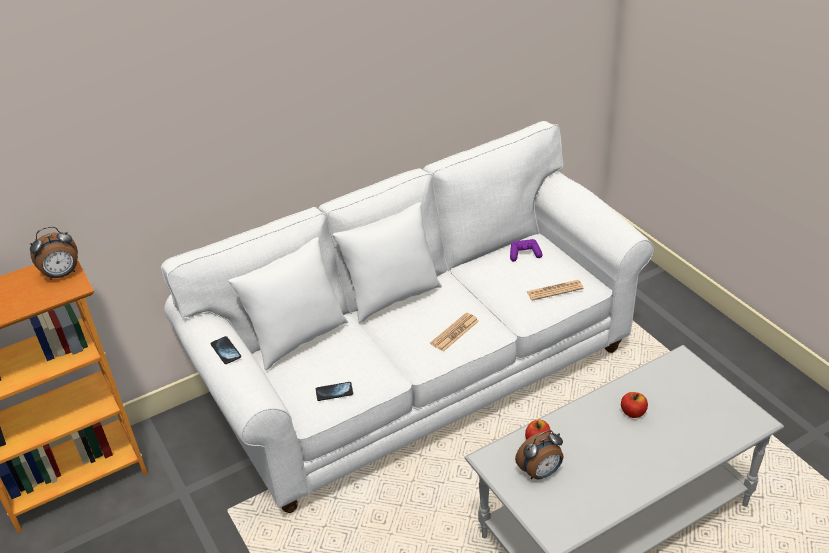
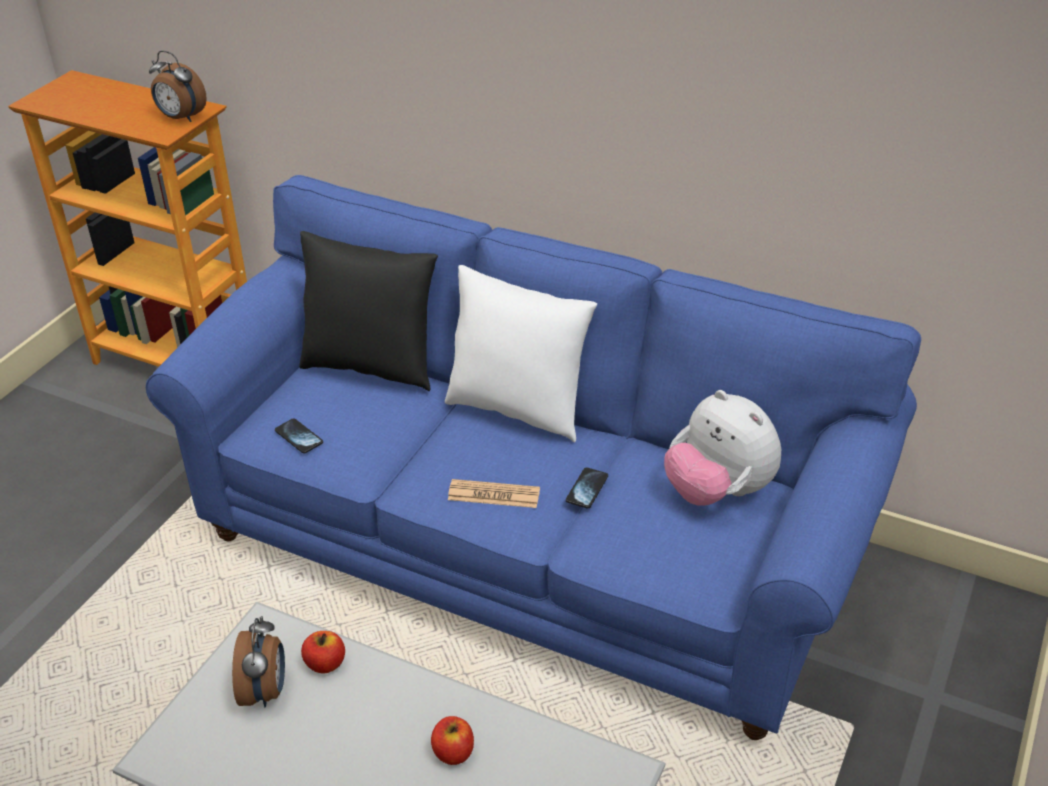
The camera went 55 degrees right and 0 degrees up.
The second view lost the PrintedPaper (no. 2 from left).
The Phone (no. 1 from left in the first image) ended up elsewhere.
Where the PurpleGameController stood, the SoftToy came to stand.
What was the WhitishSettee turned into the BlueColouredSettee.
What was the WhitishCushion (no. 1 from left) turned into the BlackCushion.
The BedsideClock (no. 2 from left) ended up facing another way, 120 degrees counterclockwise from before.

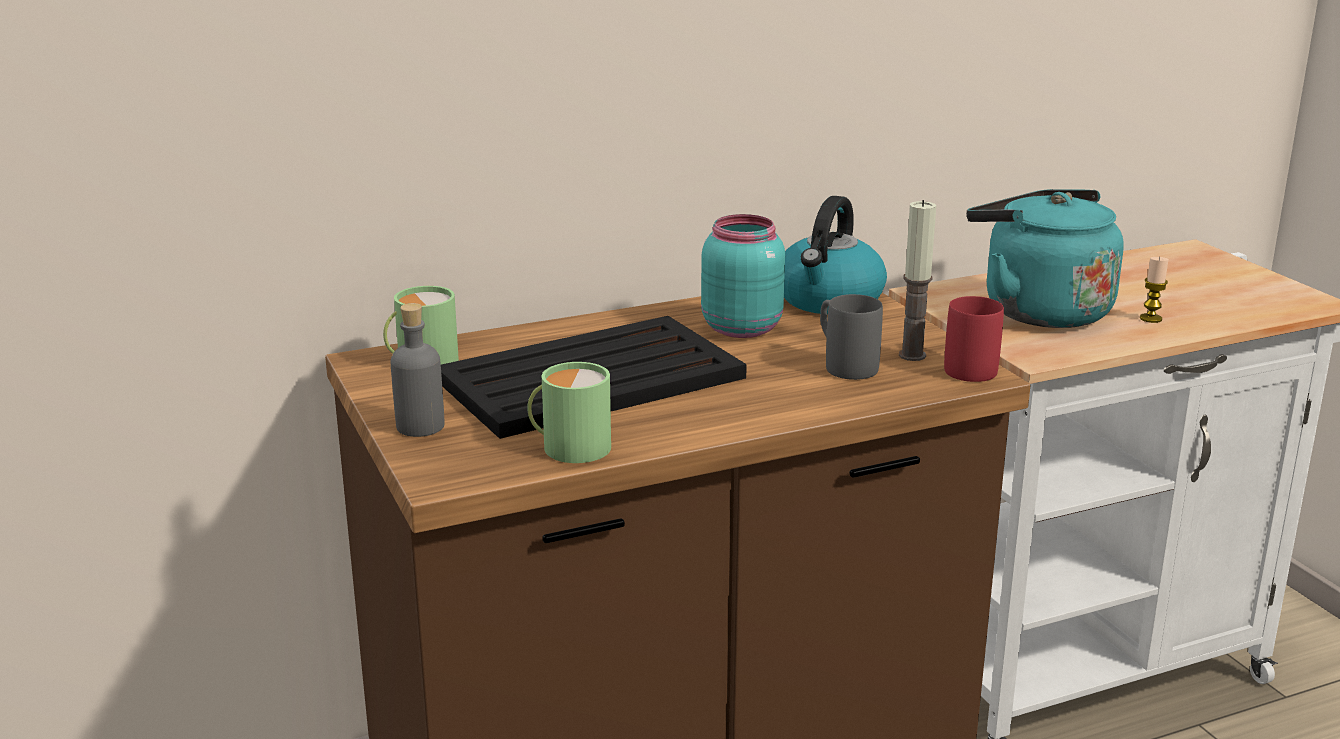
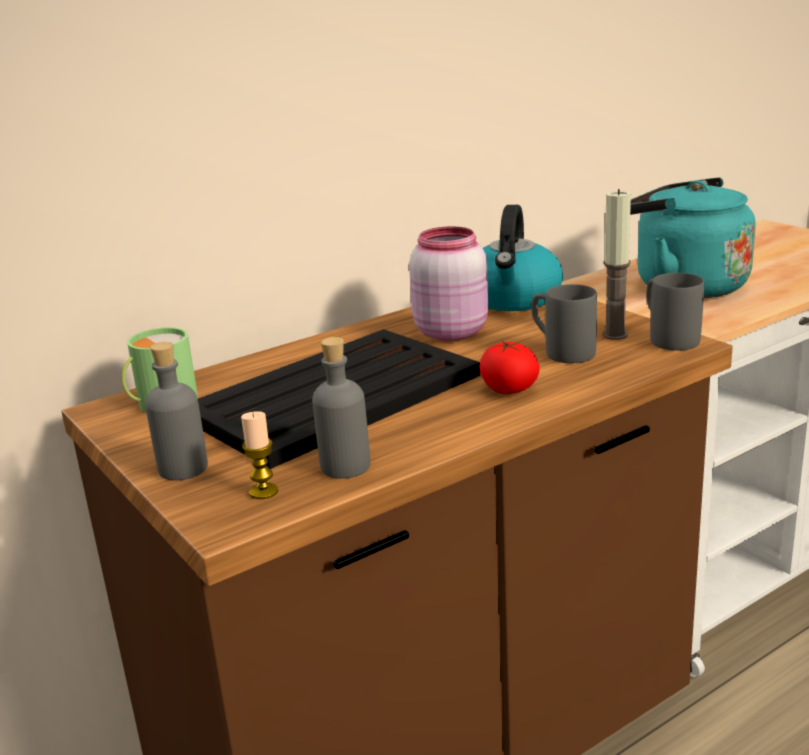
The camera went 10 degrees left and 0 degrees up.
The second view gained the Tomato.
The Candle (no. 2 from left in the first image) ended up elsewhere.
Where the GreenMug (no. 2 from left) stood, the GreyishBottle (no. 2 from left) came to stand.
What was the TurquoiseColouredPreserveJar turned into the PinkColouredPreserveJar.
What was the ReddishMug turned into the GreyishMug (no. 2 from left).

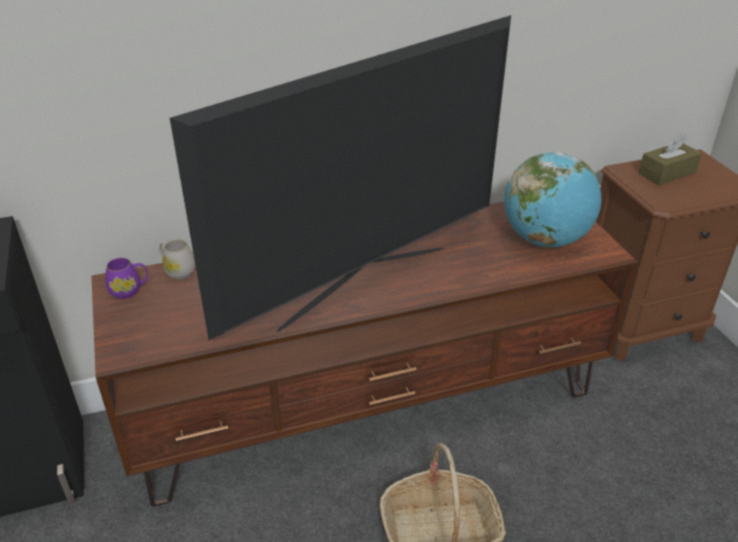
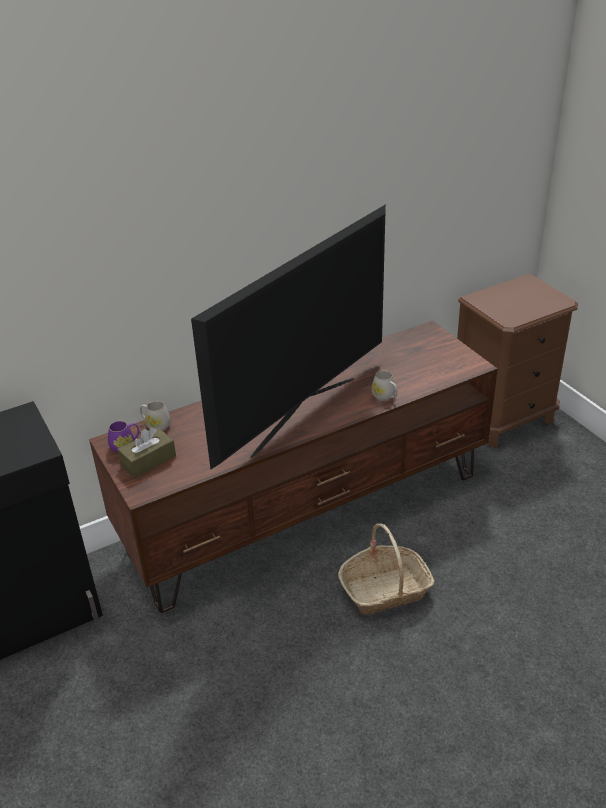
The camera went 10 degrees left and 0 degrees up.
The second view lost the Globe.
The second view gained the WhitishMug (no. 2 from left).
The BrownishBoxOfTissues ended up elsewhere.

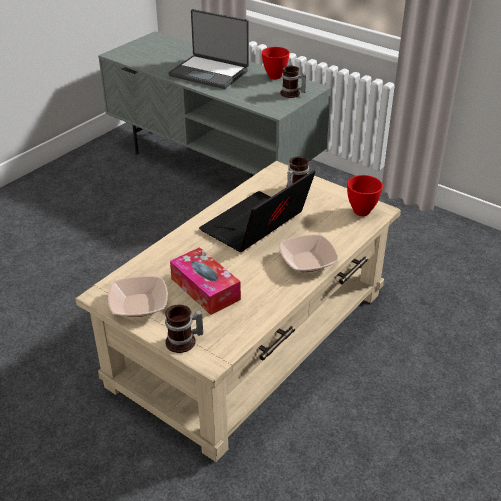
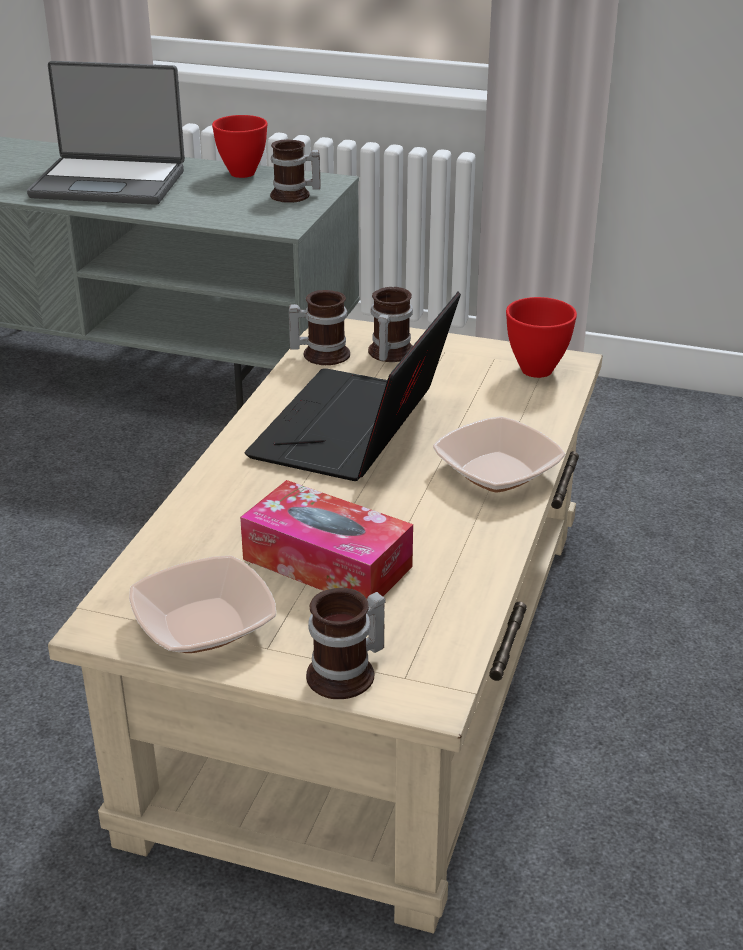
The camera went 20 degrees left and 5 degrees down.
The second view gained the Mug (no. 2 from left).

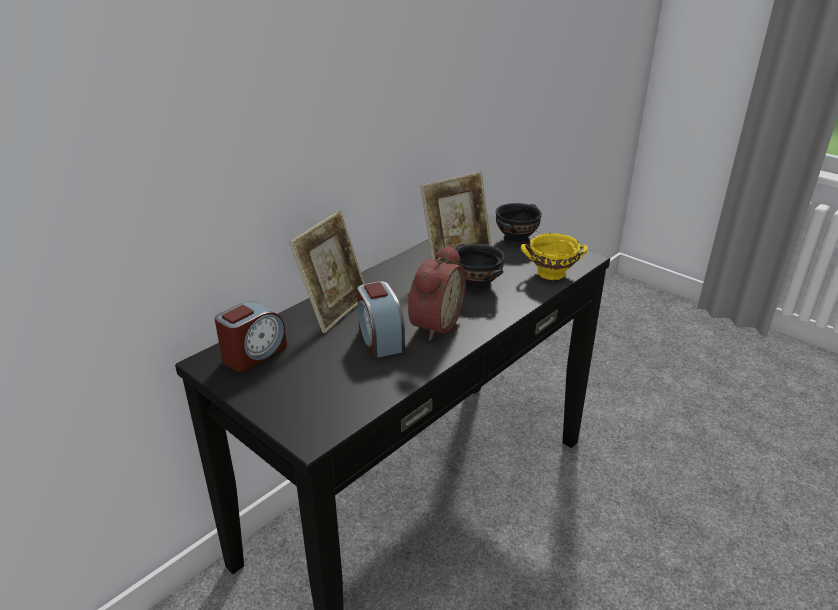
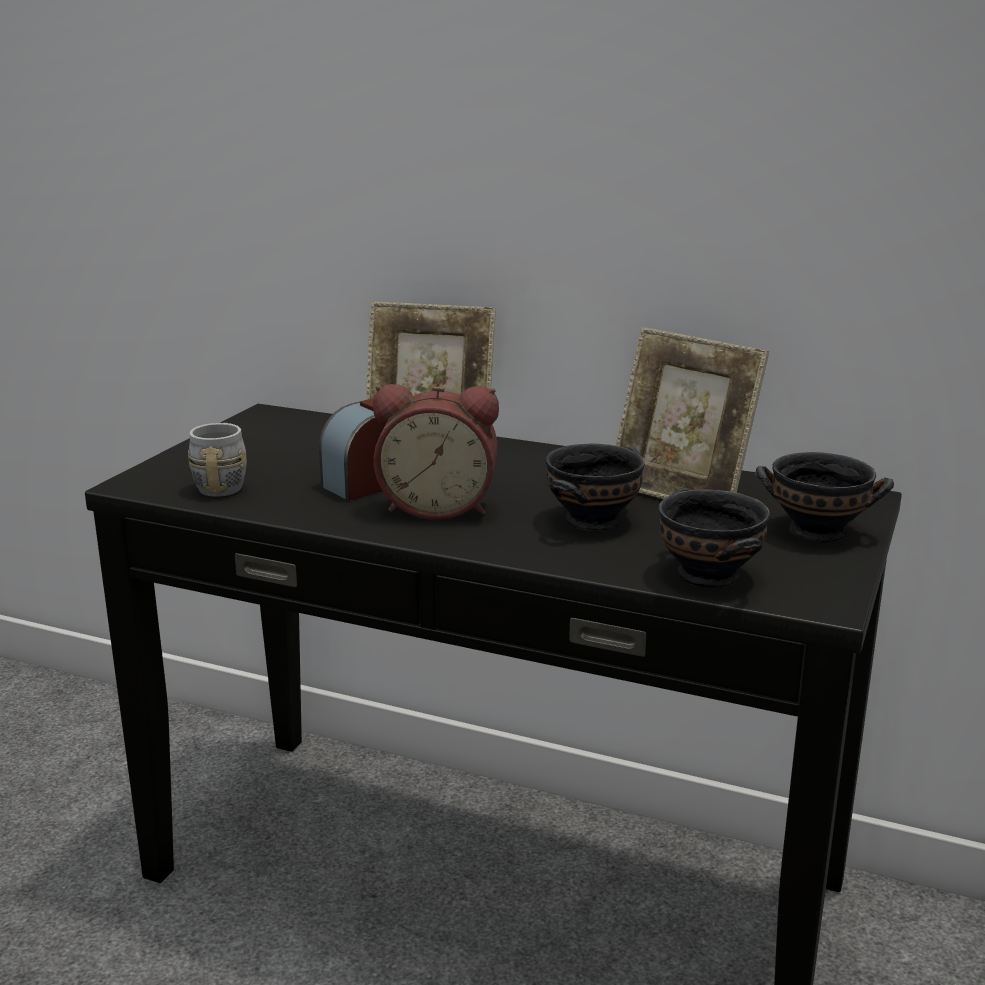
The camera went 70 degrees right and 10 degrees down.
The second view lost the BedsideClock (no. 1 from left).
The second view gained the GreyishMug.
What was the YellowServingBowl turned into the BlackServingBowl (no. 2 from left).

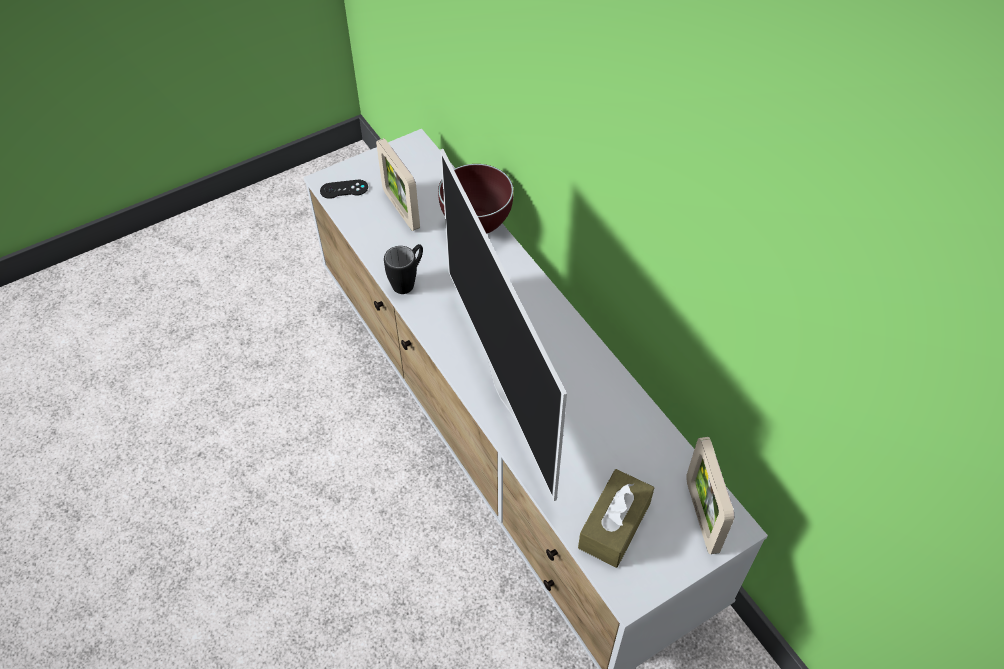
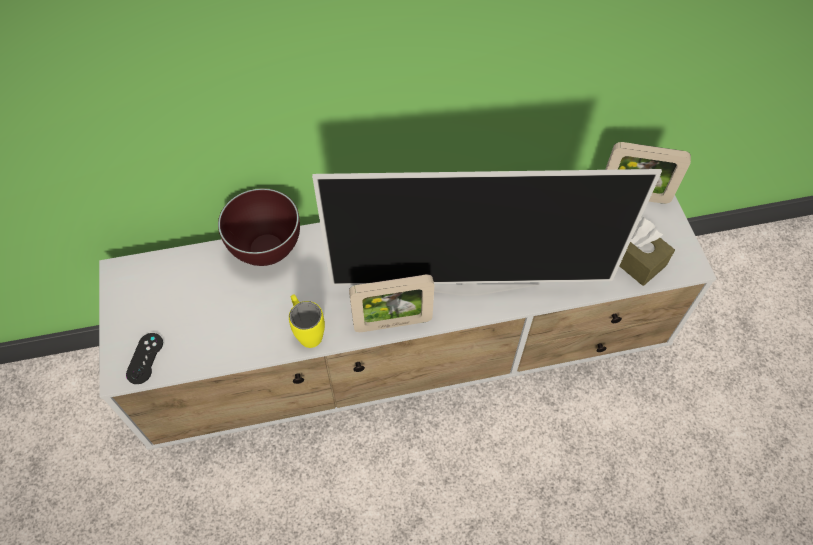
The camera went 70 degrees left and 5 degrees up.
The PhotoFrame (no. 1 from left) ended up elsewhere.
What was the BlackMug turned into the YellowMug.

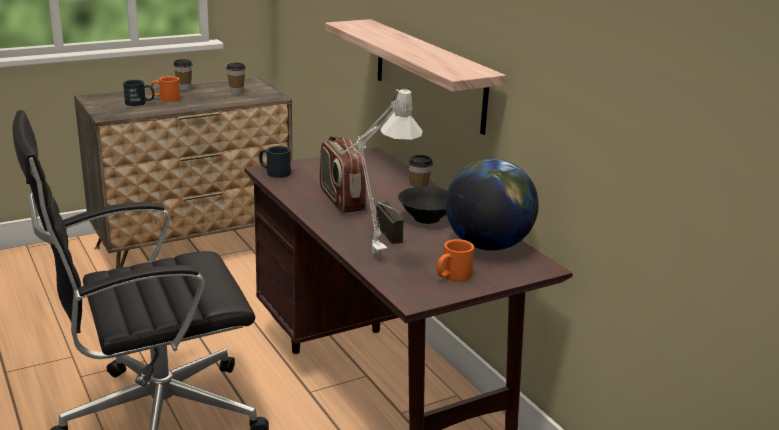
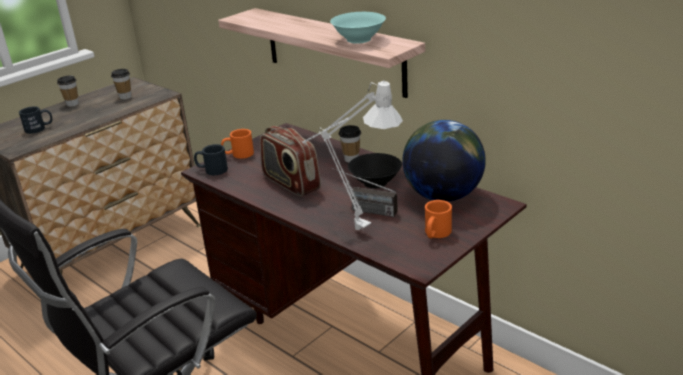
The camera went 15 degrees left and 5 degrees up.
The second view gained the TurquoiseColouredServingBowl.
The OrangeColouredMug (no. 1 from left) ended up elsewhere.
The RadioReceiver (no. 2 from left) ended up facing another way, 150 degrees clockwise from before.

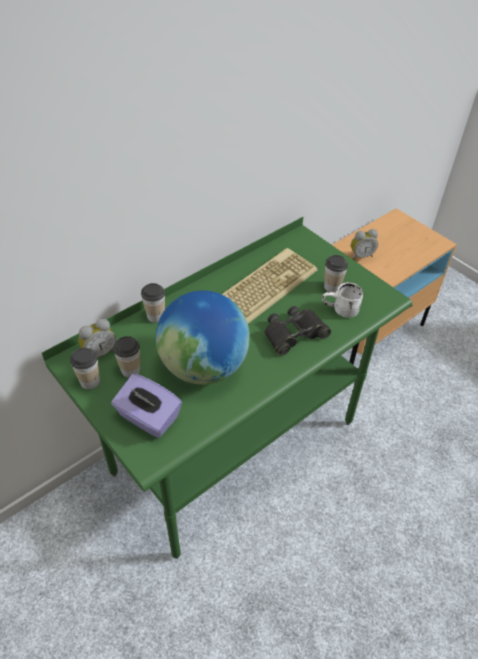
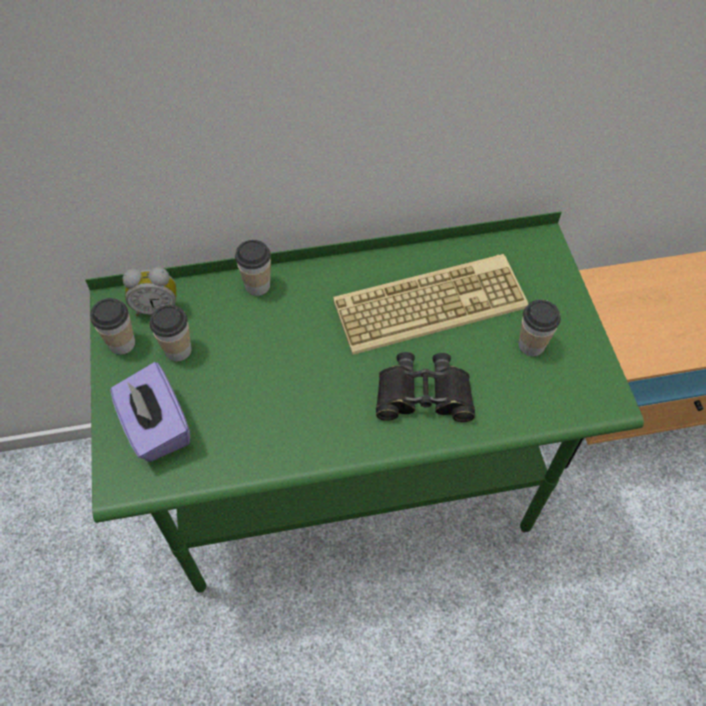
The camera went 30 degrees right and 10 degrees up.
The second view lost the Globe.
The second view lost the WhitishMug.
The second view lost the BedsideClock (no. 2 from left).

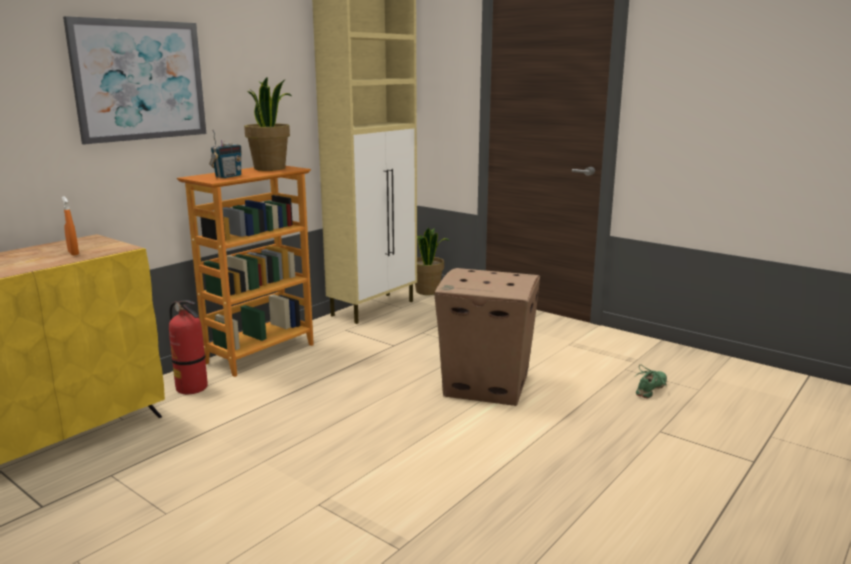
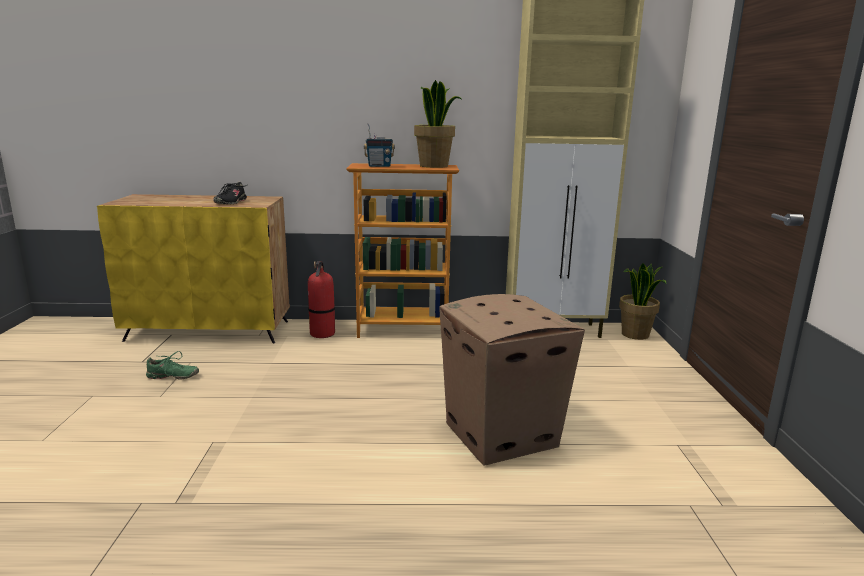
The camera went 50 degrees right and 0 degrees up.
The second view lost the WallArt.
The GreenItemOfFootwear ended up elsewhere.
Where the OrangeColouredSprayer stood, the BlackItemOfFootwear came to stand.

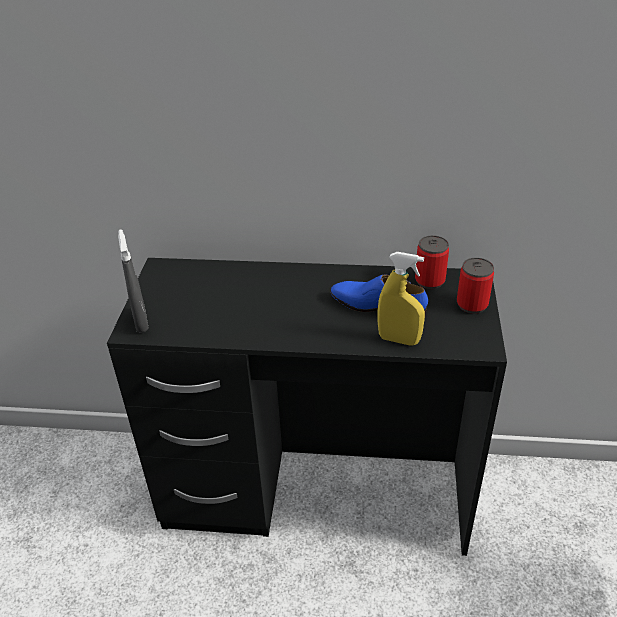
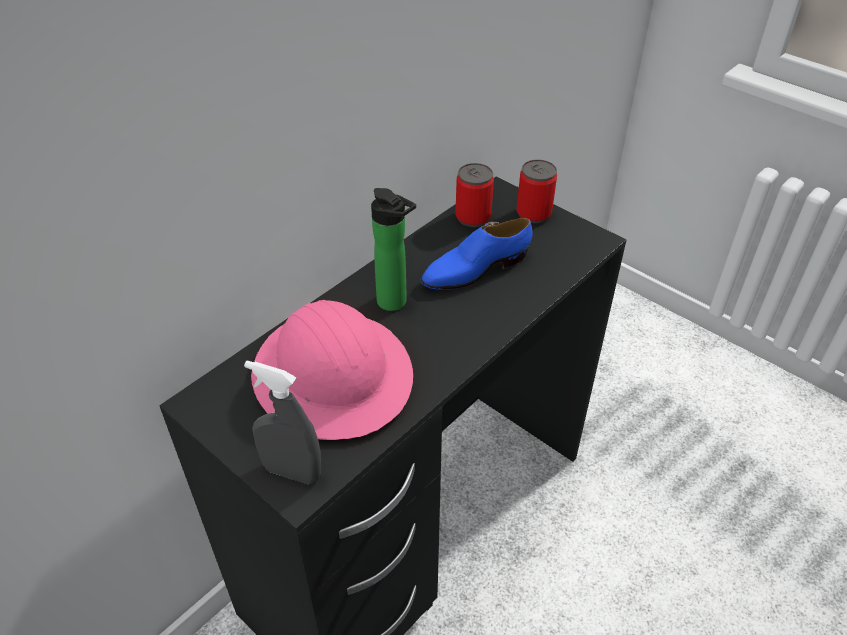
The camera went 55 degrees left and 5 degrees up.
The second view lost the YellowSprayer.
The second view gained the PinkColouredWorkHelmet.
The second view gained the Bottle.

